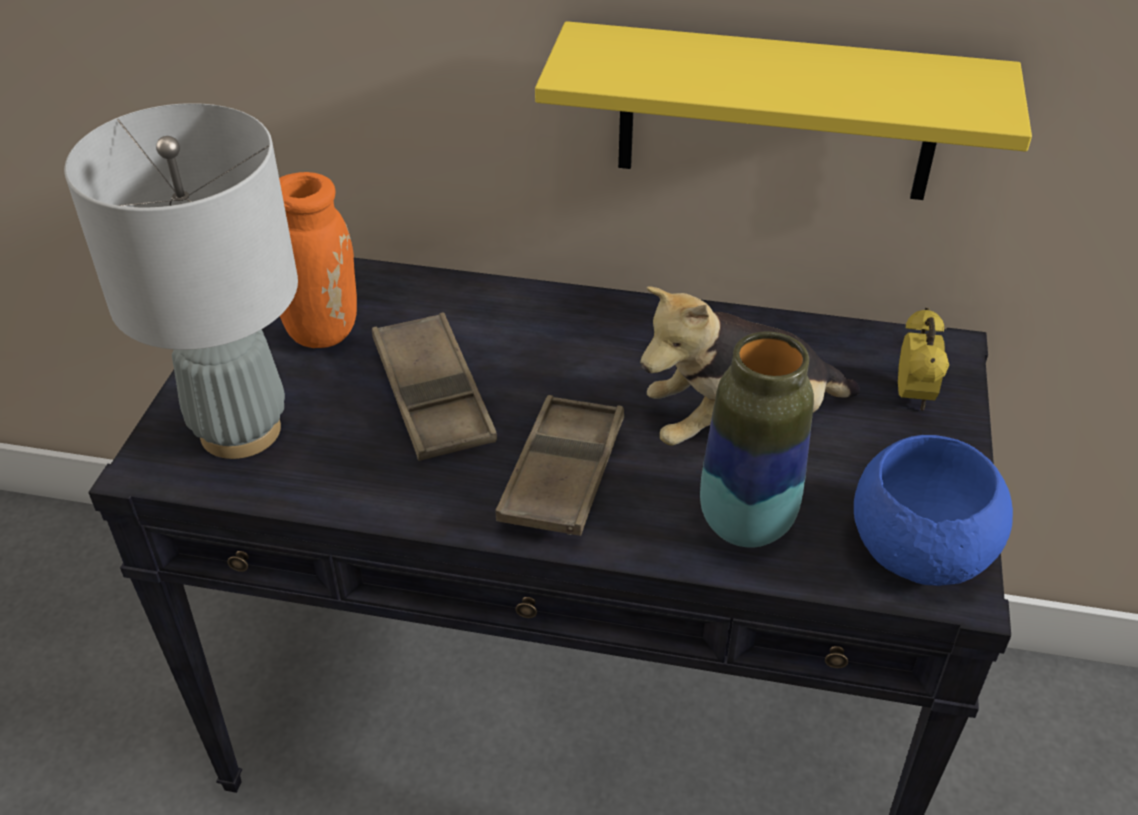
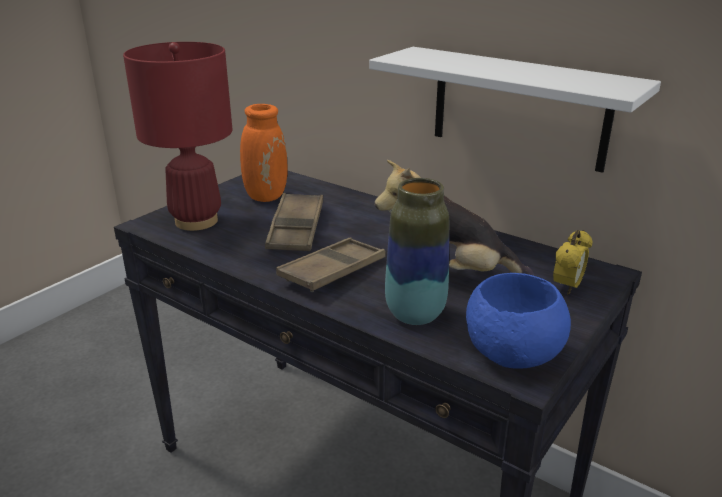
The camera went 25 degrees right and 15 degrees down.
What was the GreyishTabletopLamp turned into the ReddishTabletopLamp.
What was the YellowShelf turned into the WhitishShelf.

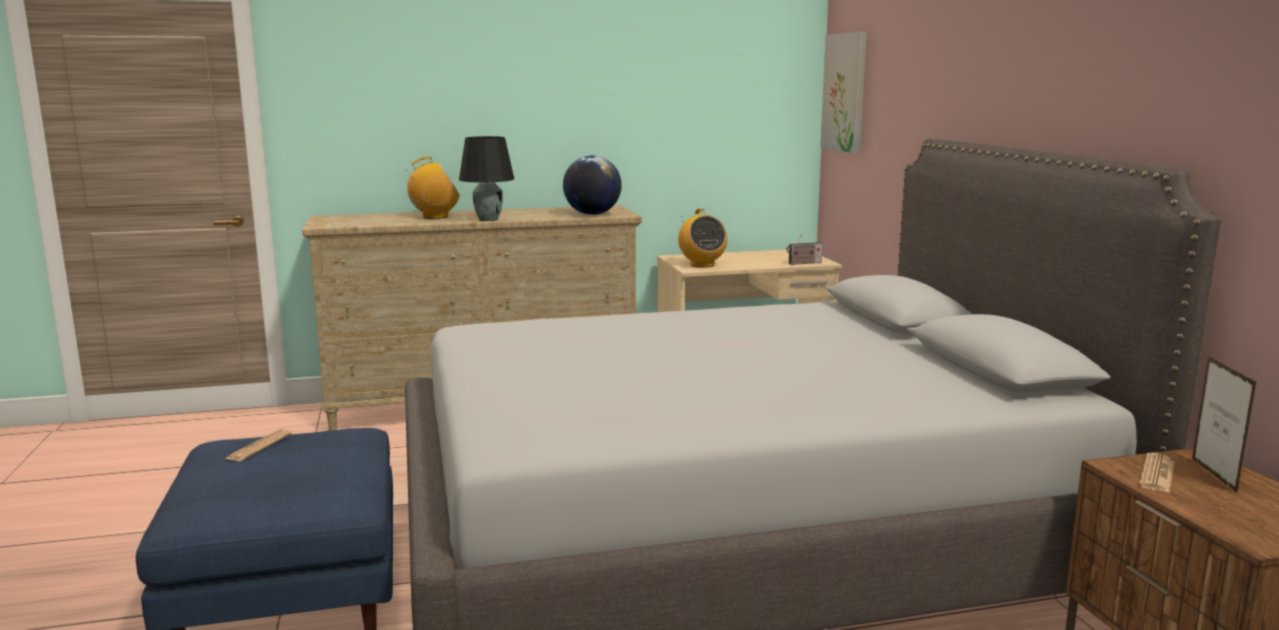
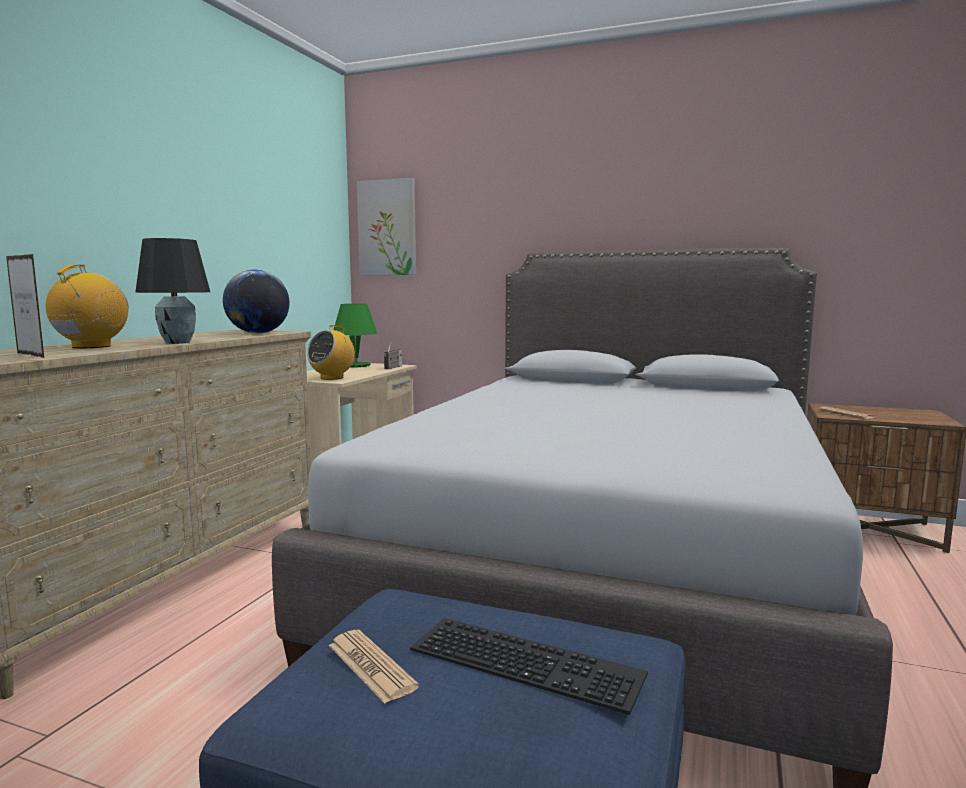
The camera went 55 degrees left and 5 degrees down.
The second view gained the GreenTabletopLamp.
The second view gained the ComputerKeyboard.
The PhotoFrame ended up elsewhere.
The RadioReceiver (no. 2 from left) ended up facing another way, 105 degrees clockwise from before.

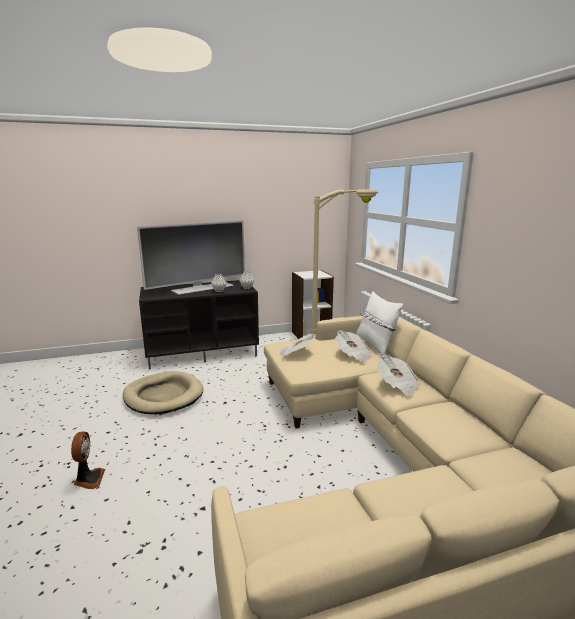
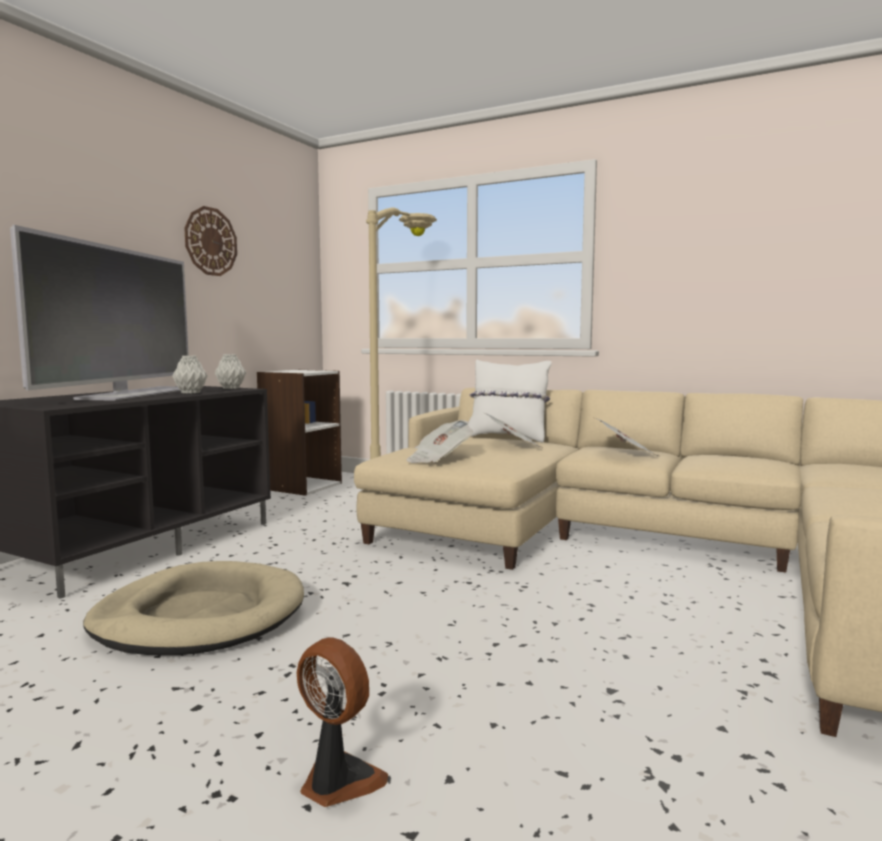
The camera went 45 degrees left and 10 degrees down.
The second view gained the HangingClock.

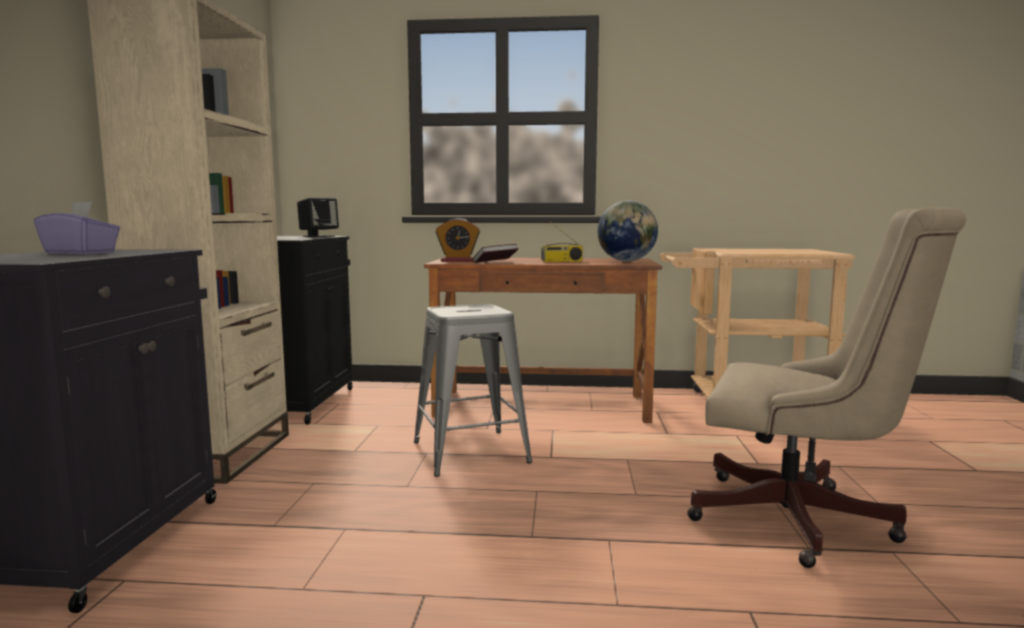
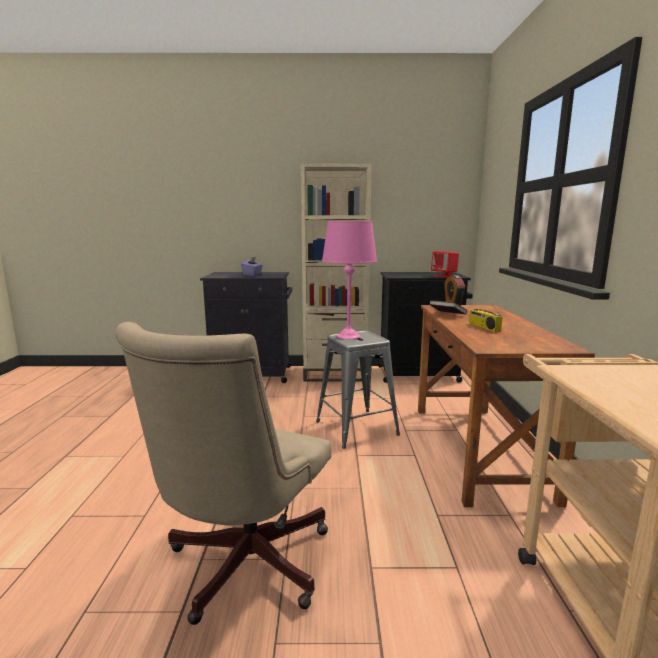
The camera went 85 degrees right and 5 degrees up.
The second view lost the Globe.
The second view gained the PinkColouredTabletopLamp.
What was the BlackLoudspeaker turned into the ReddishLoudspeaker.

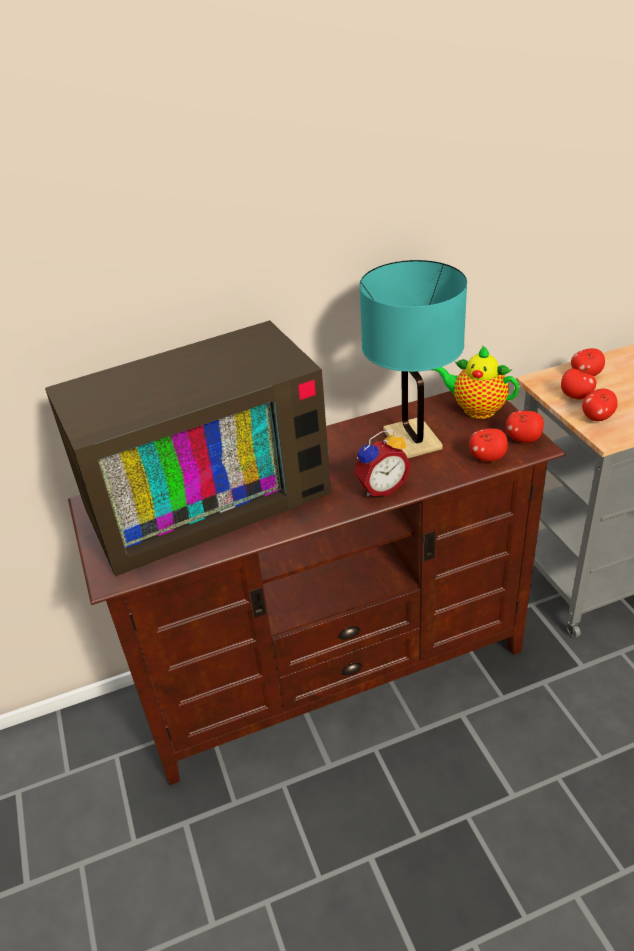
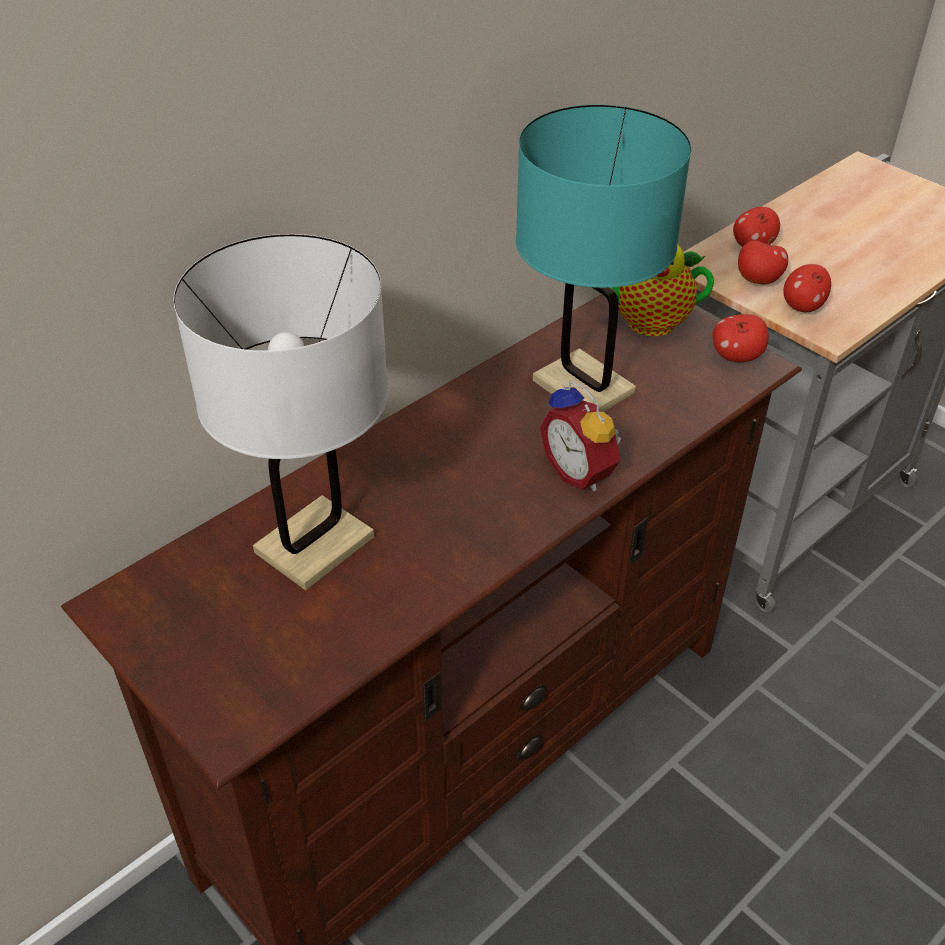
The camera went 25 degrees left and 5 degrees up.
The second view lost the Apple (no. 1 from left).
Where the Television stood, the WhitishTabletopLamp came to stand.
The BedsideClock ended up facing another way, 105 degrees clockwise from before.

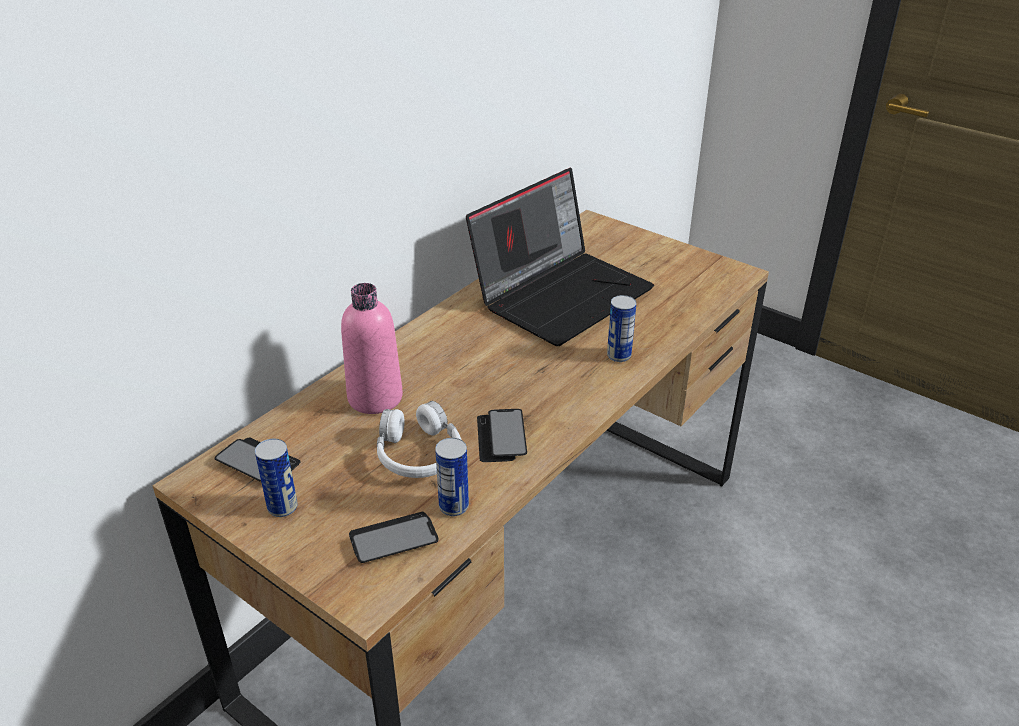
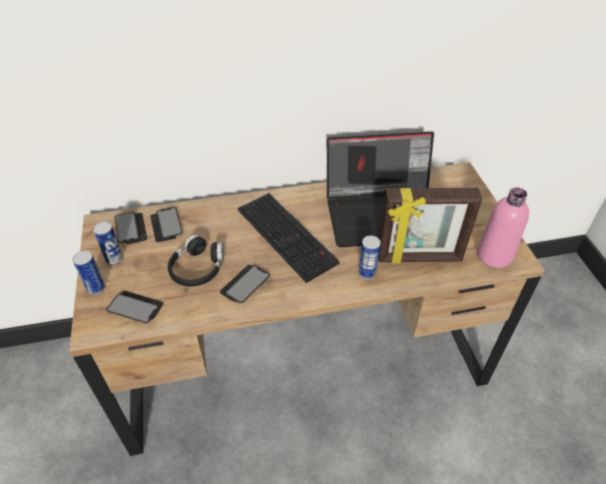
The camera went 40 degrees right and 10 degrees up.
The second view gained the Phone (no. 3 from left).
The second view gained the ComputerKeyboard.
The second view gained the PhotoFrame.
The PinkColouredBottle ended up elsewhere.
The Can (no. 2 from left in the first image) ended up elsewhere.
What was the WhitishHeadset turned into the BlackHeadset.

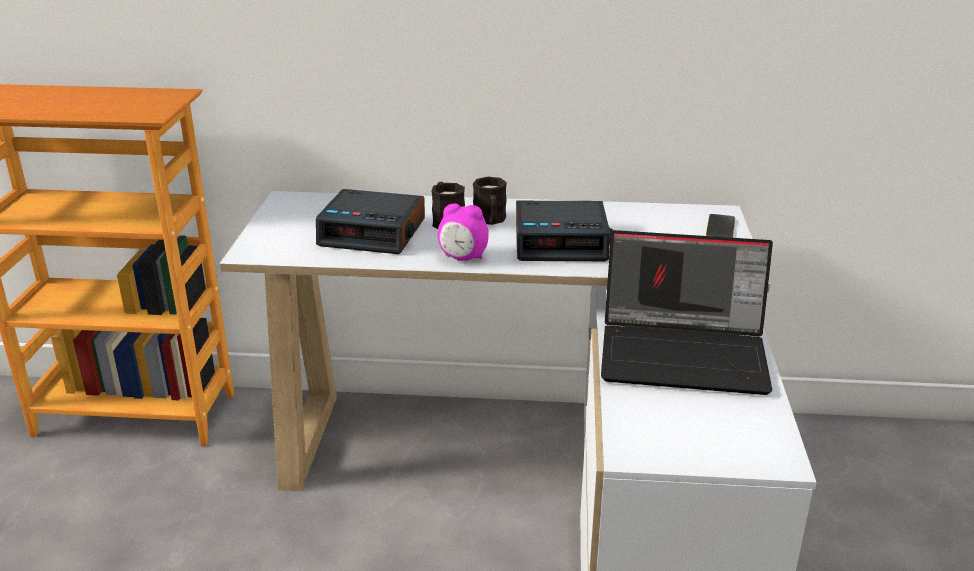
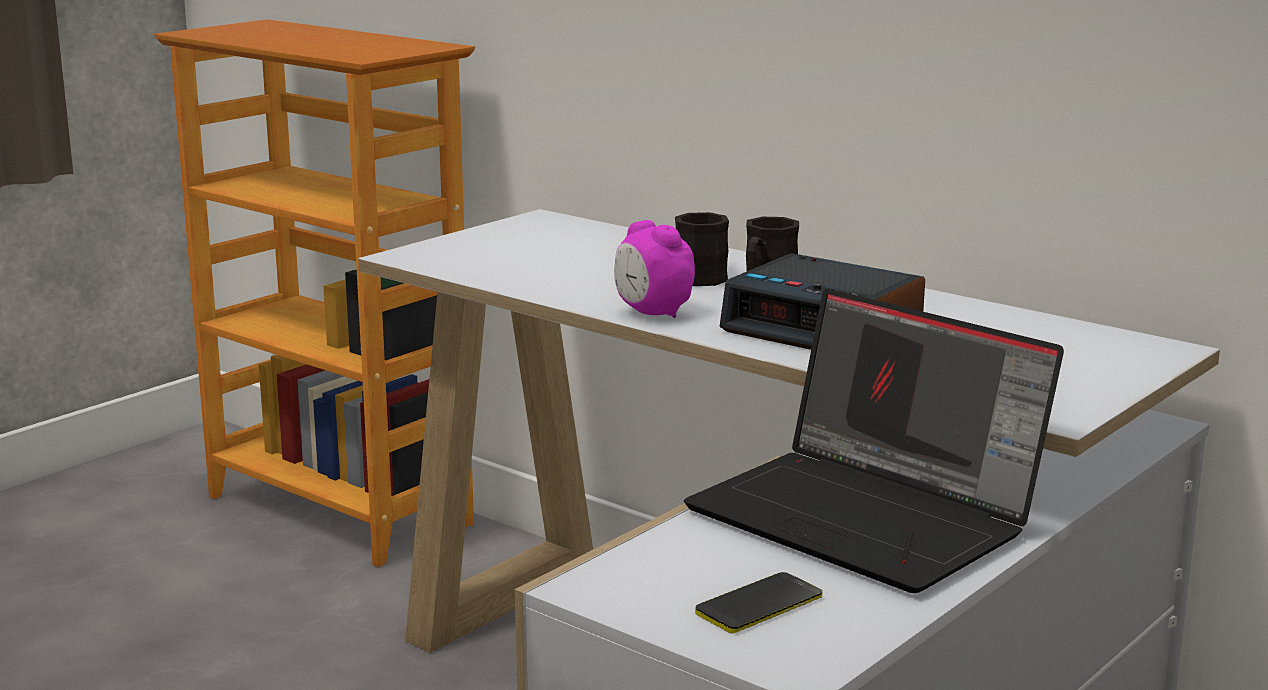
The camera went 35 degrees right and 10 degrees down.
The second view lost the BedsideClock (no. 1 from left).
The Phone ended up elsewhere.

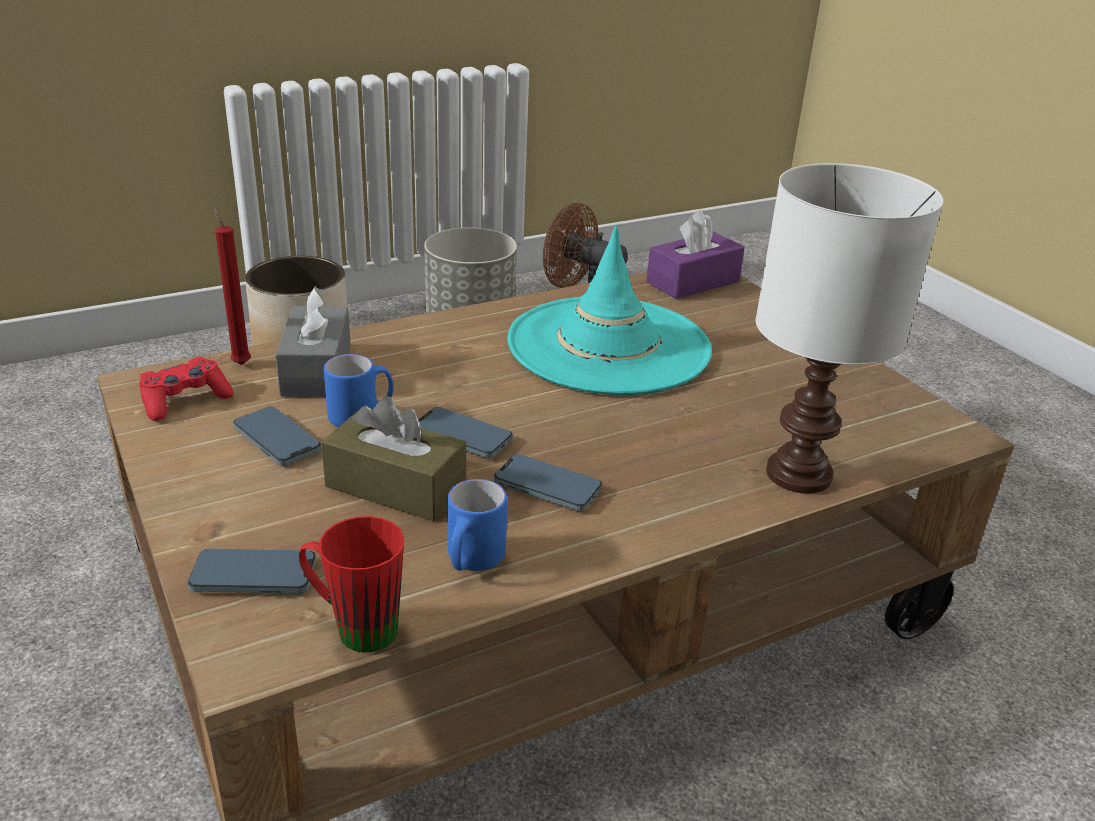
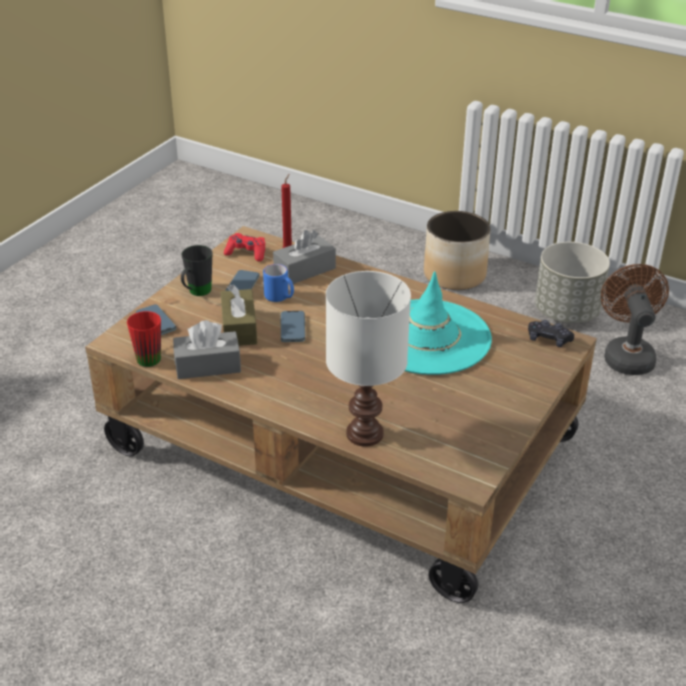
The camera went 60 degrees right and 5 degrees up.
The second view lost the Phone (no. 4 from left).
The second view gained the BlackMug.
Where the BlueColouredMug (no. 2 from left) stood, the GreyishBoxOfTissues (no. 1 from left) came to stand.
Where the PurpleBoxOfTissues stood, the BlackGameController came to stand.

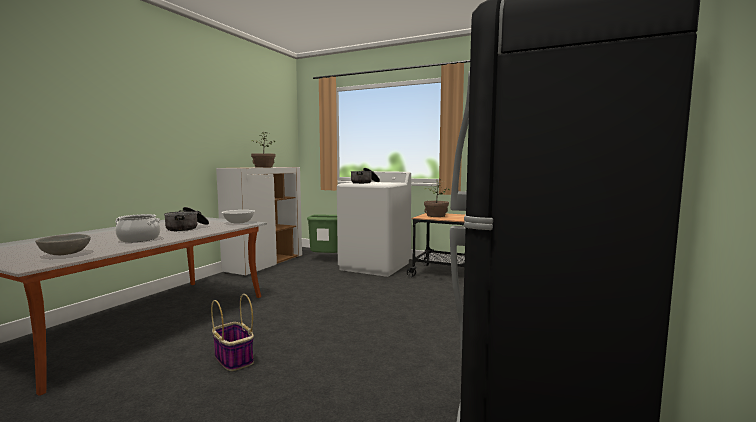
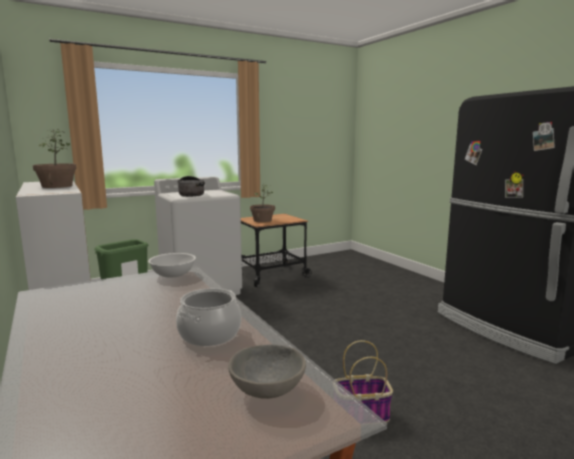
The camera went 55 degrees left and 5 degrees up.
The second view lost the CookingPot (no. 2 from left).

